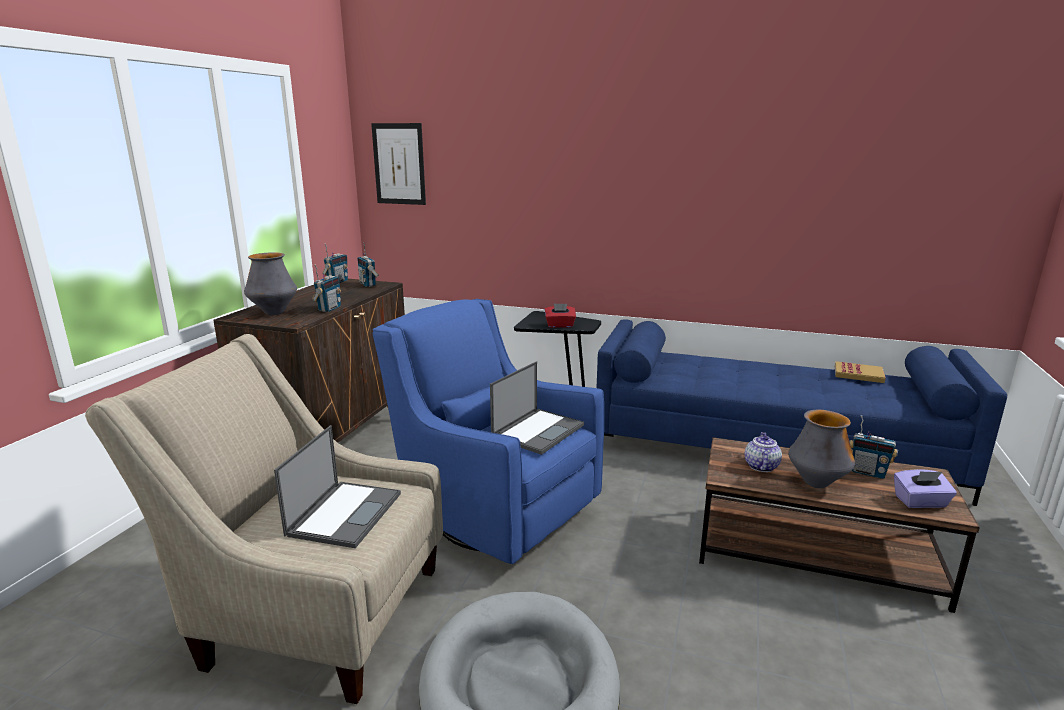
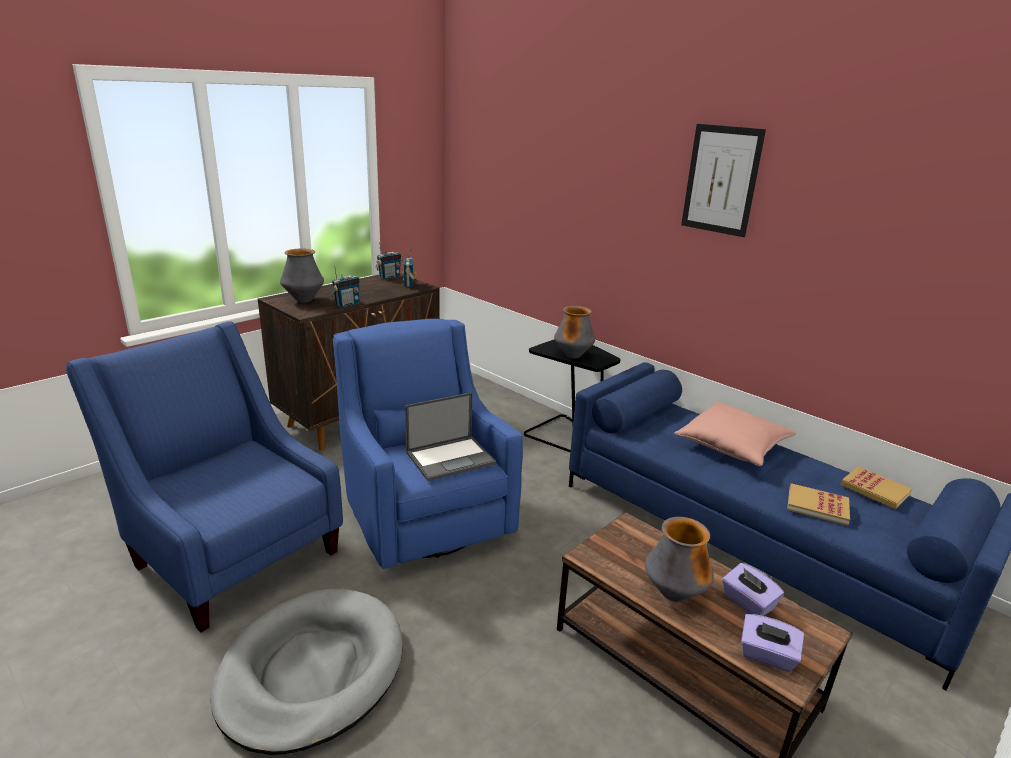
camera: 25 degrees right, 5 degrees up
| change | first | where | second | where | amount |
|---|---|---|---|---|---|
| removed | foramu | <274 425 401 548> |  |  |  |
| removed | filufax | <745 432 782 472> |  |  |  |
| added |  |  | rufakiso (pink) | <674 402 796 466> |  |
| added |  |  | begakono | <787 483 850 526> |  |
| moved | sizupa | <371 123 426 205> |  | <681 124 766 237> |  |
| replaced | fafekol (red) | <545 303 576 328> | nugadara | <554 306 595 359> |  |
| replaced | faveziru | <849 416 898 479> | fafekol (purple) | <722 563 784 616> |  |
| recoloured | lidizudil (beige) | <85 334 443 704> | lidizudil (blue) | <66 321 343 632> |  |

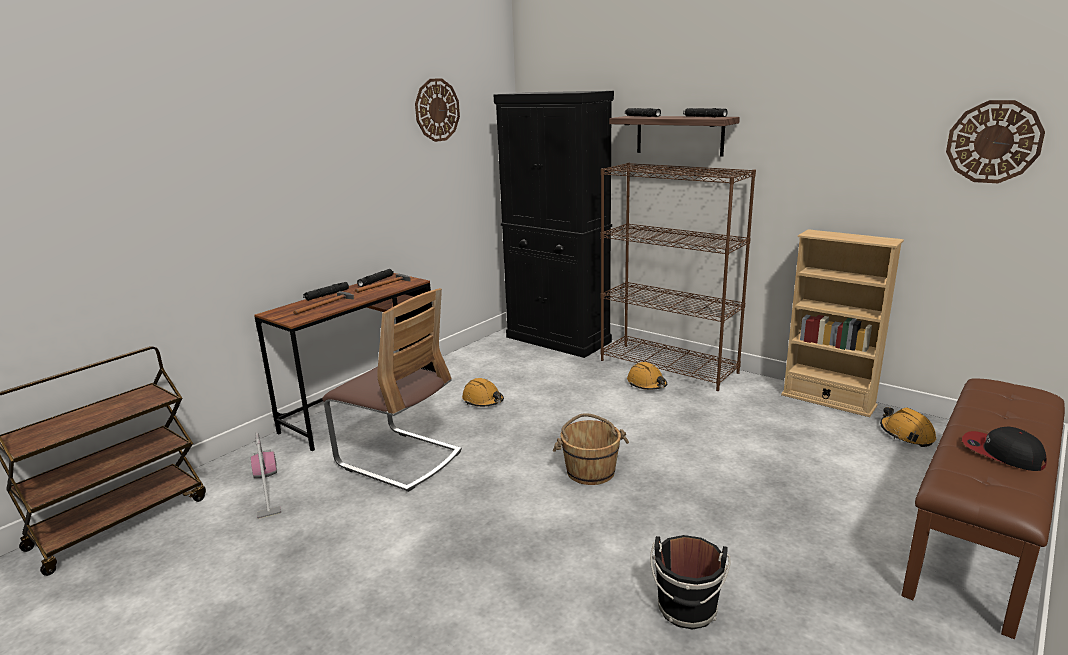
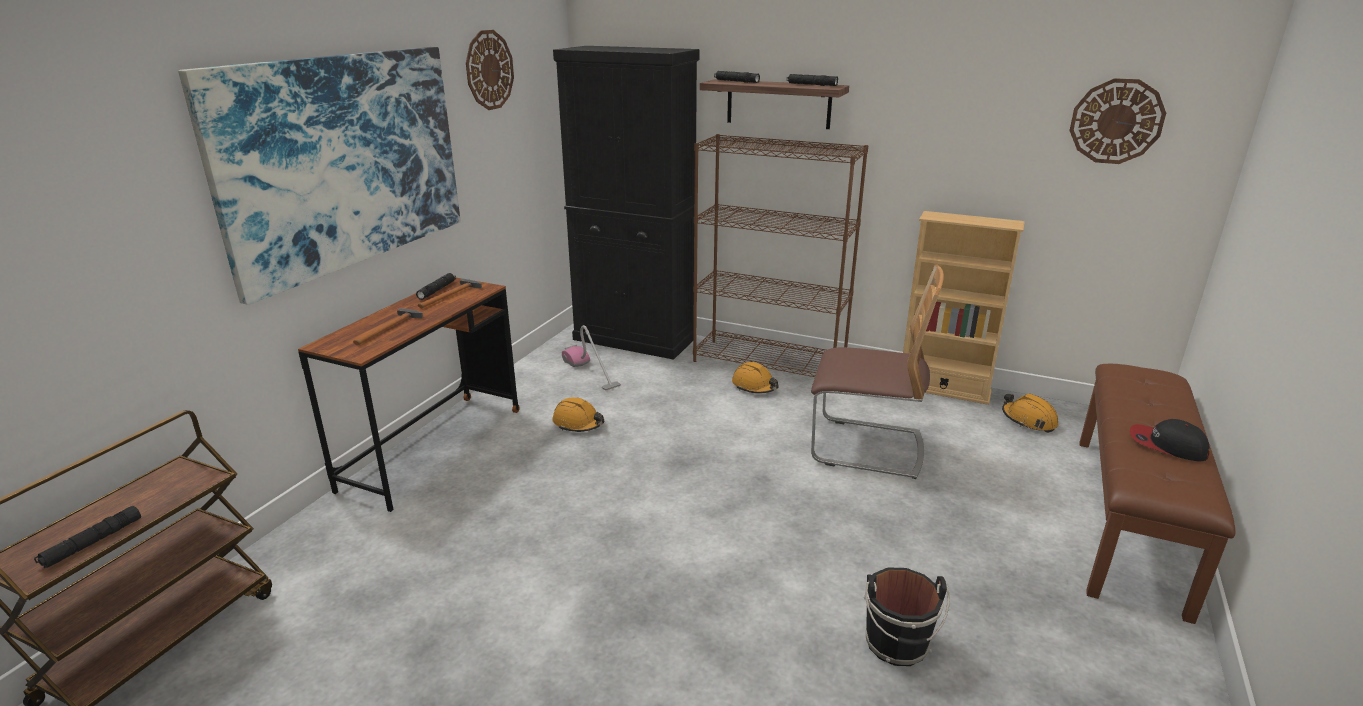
camera: 15 degrees left, 5 degrees up
| change | first | where | second | where | amount |
|---|---|---|---|---|---|
| removed | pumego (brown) | <553 413 629 485> |  |  |  |
| added |  |  | sizupa | <178 47 461 305> |  |
| moved | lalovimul | <251 432 281 519> |  | <562 325 621 391> |  |
| moved | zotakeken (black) | <303 282 349 301> |  | <34 506 141 568> |  |
| moved | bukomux | <322 288 462 492> |  | <811 264 944 479> |  |

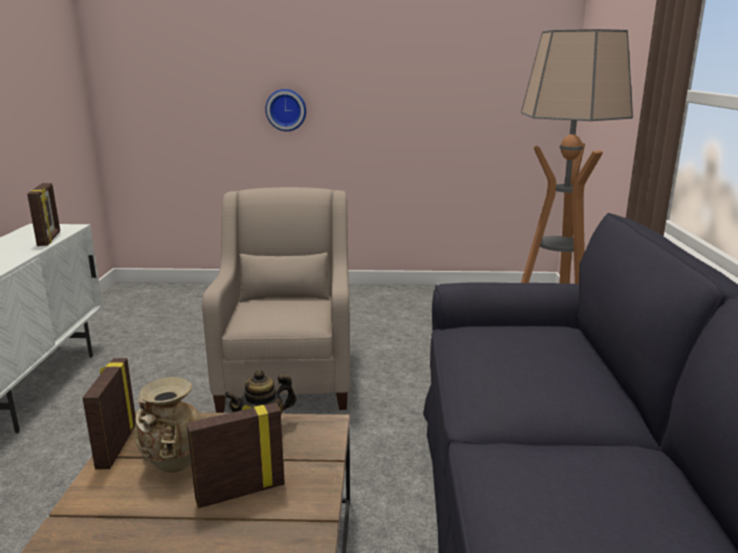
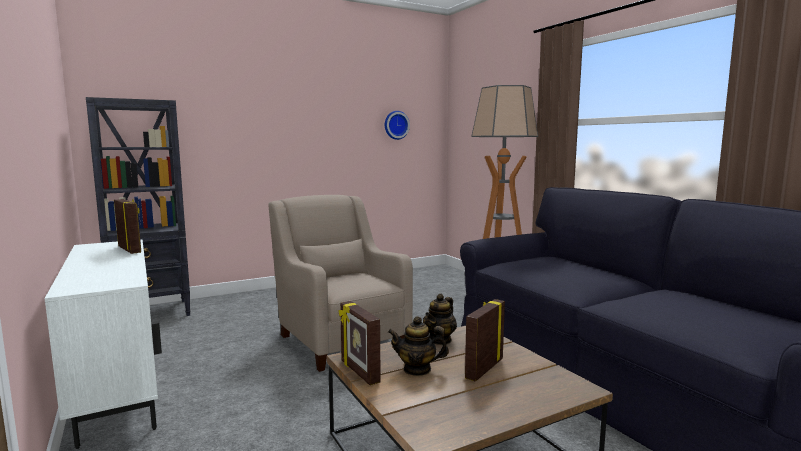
camera: 30 degrees left, 10 degrees down
| change | first | where | second | where | amount |
|---|---|---|---|---|---|
| added |  |  | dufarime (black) | <86 97 191 316> |  |
| moved | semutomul | <265 89 306 131> |  | <385 111 410 140> |  |
| replaced | nugadara (beige) | <134 377 201 473> | filufax | <388 316 449 376> |  |

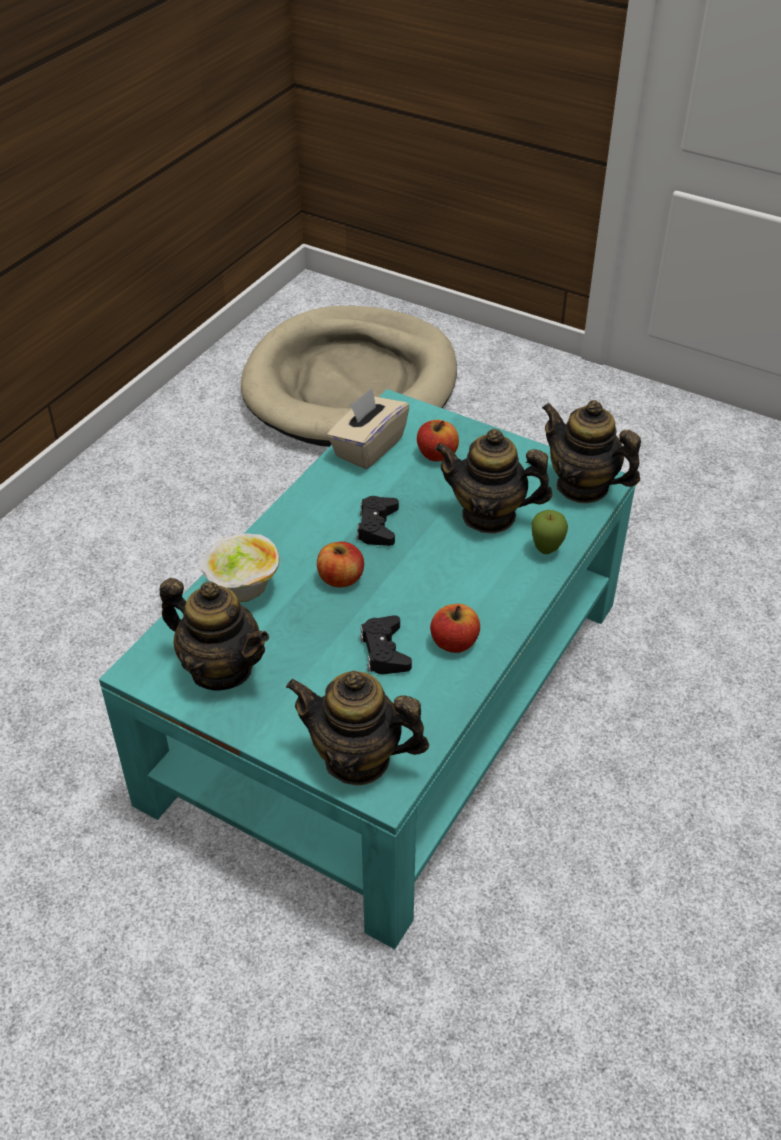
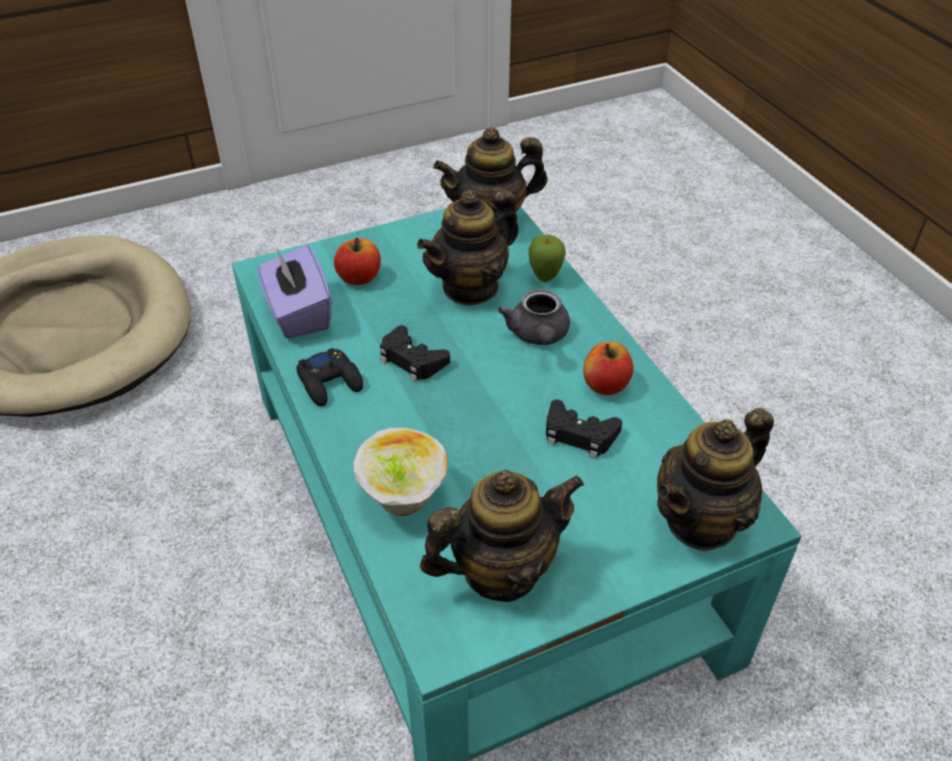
camera: 55 degrees left, 0 degrees up
| change | first | where | second | where | amount |
|---|---|---|---|---|---|
| removed | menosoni | <317 542 364 587> |  |  |  |
| added |  |  | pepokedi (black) | <296 348 363 407> |  |
| added |  |  | filufax (grey) | <498 289 570 345> |  |
| recoloured | fafekol (beige) | <327 388 409 469> | fafekol (purple) | <258 245 332 339> |  |

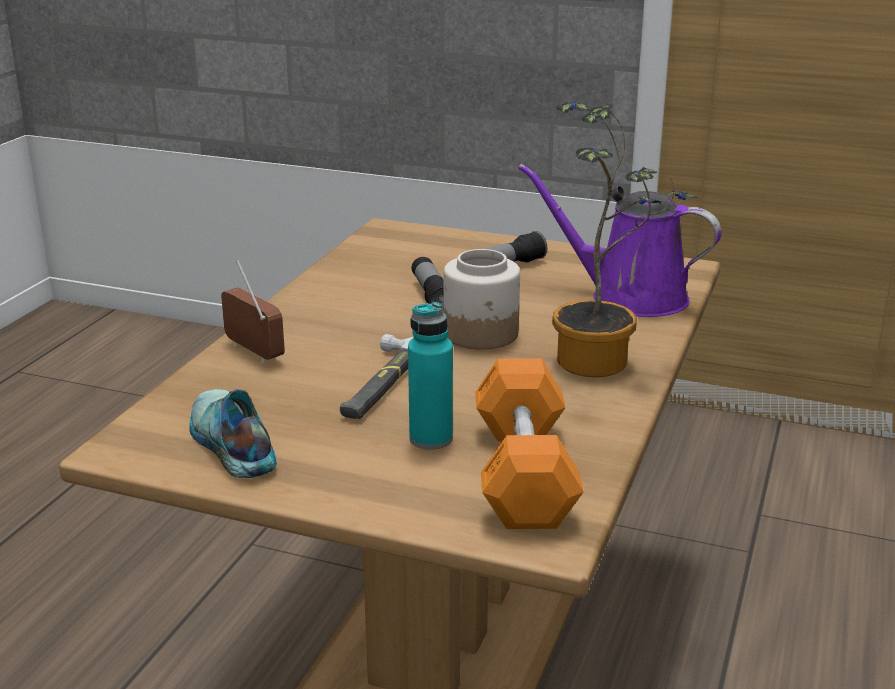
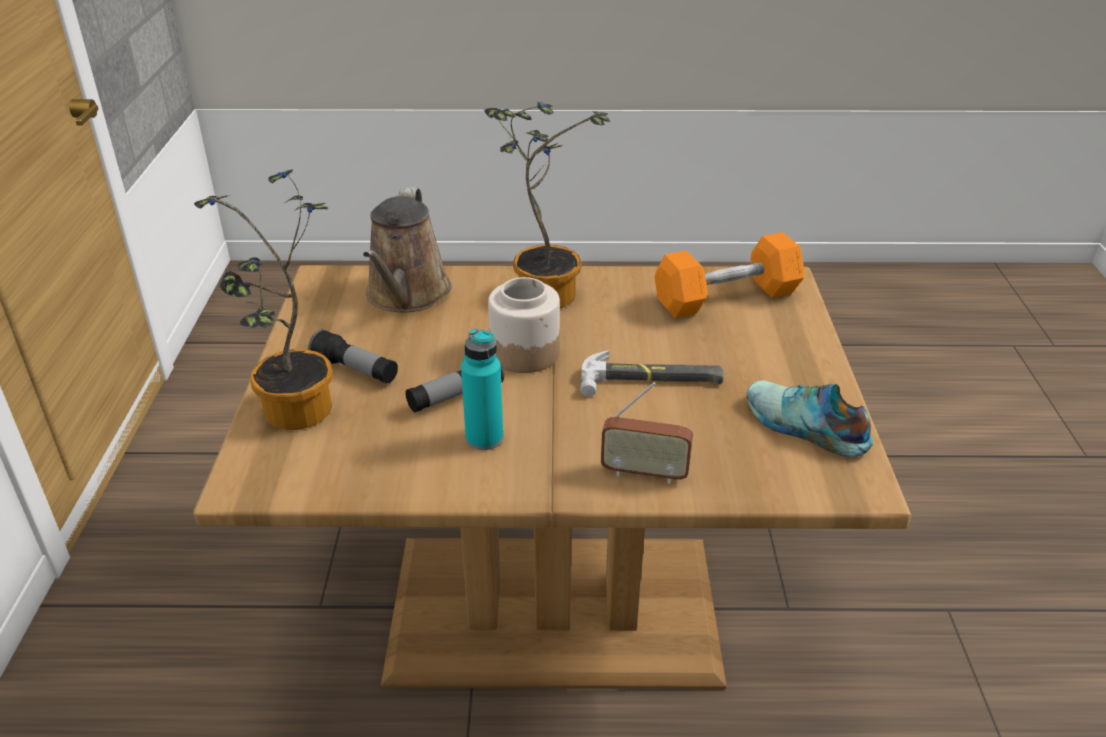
camera: 110 degrees left, 10 degrees up
| change | first | where | second | where | amount |
|---|---|---|---|---|---|
| added |  |  | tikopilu | <194 170 333 430> |  |
| moved | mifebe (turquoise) | <408 302 453 450> |  | <461 328 503 450> |  |
| recoloured | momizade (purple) | <518 164 721 317> | momizade (brown) | <363 187 452 312> |  |
| turned | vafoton | <189 389 277 478> |  | <746 380 873 458> | 90 degrees clockwise |
| turned | faveziru | <221 260 285 363> |  | <601 382 693 484> | 105 degrees counterclockwise |

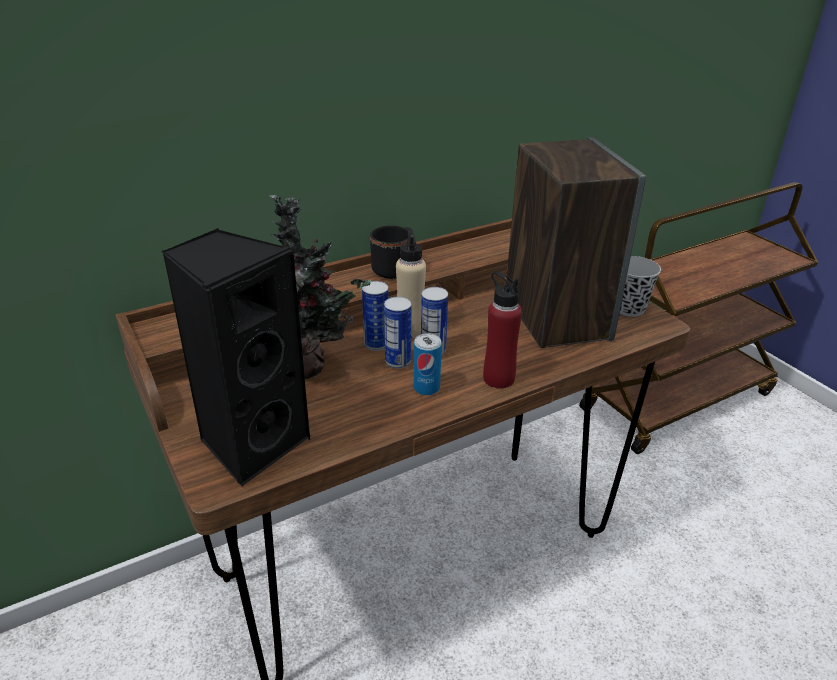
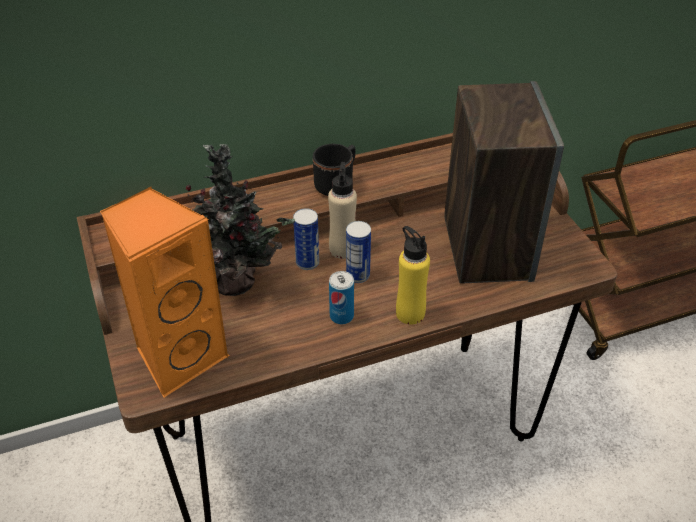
camera: 10 degrees right, 10 degrees up
| change | first | where | second | where | amount |
|---|---|---|---|---|---|
| removed | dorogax | <384 297 411 369> |  |  |  |
| removed | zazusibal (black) | <620 256 661 317> |  |  |  |
| recoloured | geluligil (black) | <161 228 311 487> | geluligil (orange) | <100 187 230 397> |  |
| recoloured | mifebe (red) | <483 272 522 389> | mifebe (yellow) | <396 226 430 324> |  |

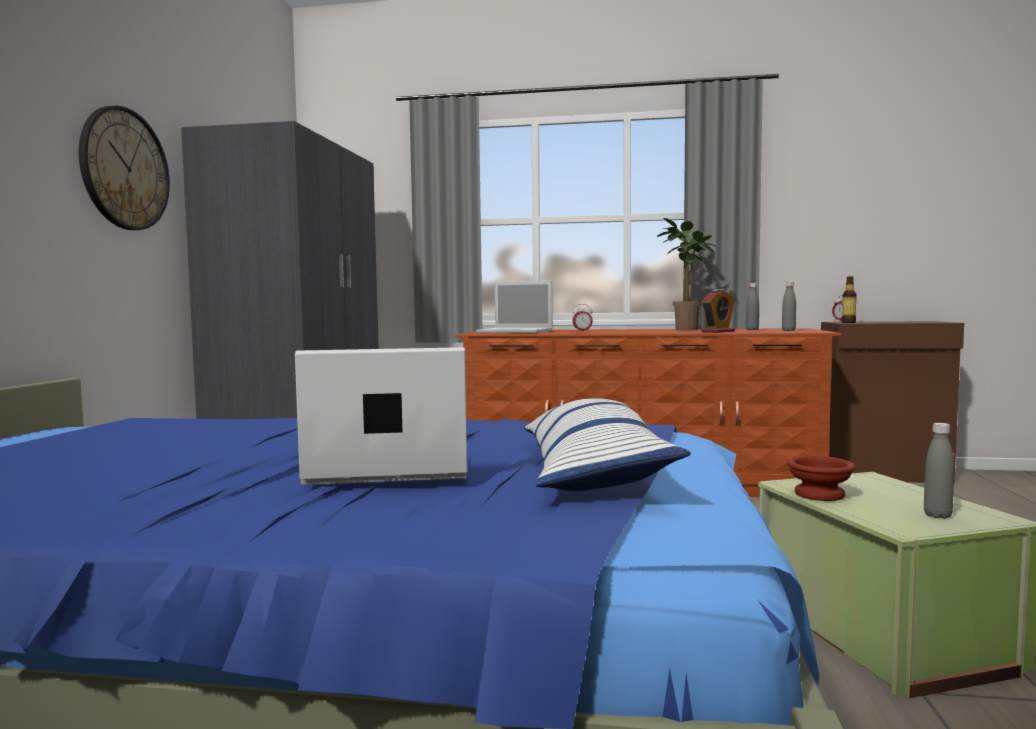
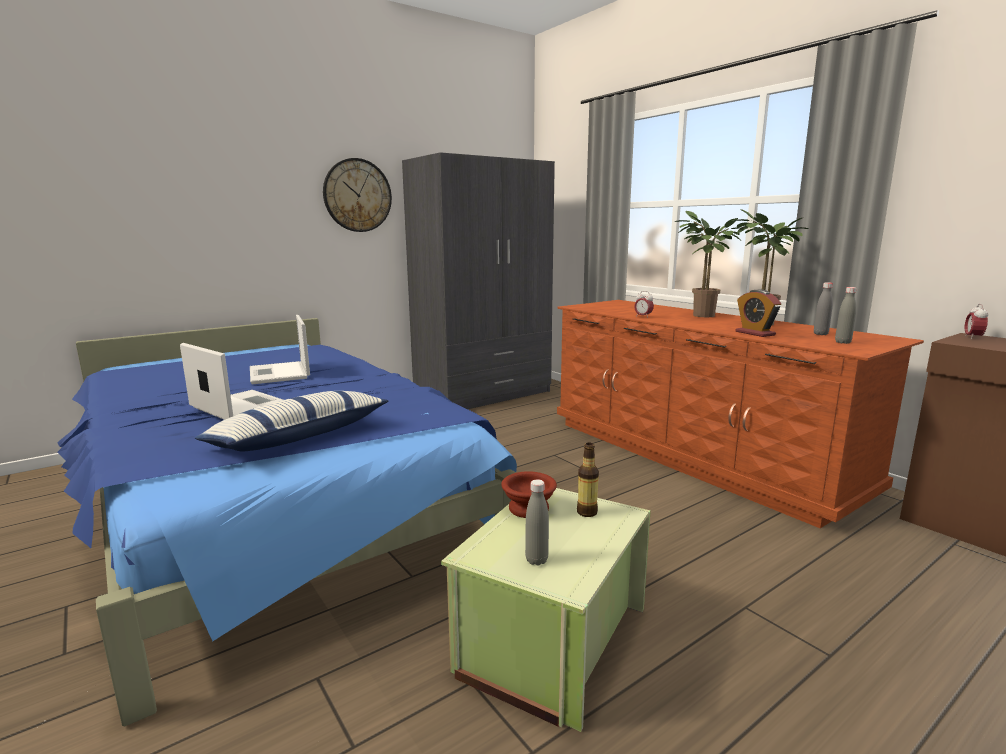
camera: 45 degrees right, 10 degrees up
| change | first | where | second | where | amount |
|---|---|---|---|---|---|
| added |  |  | tikopilu | <675 211 742 317> |  |
| moved | foramu | <476 281 553 333> |  | <250 315 310 384> |  |
| moved | mifebe | <842 276 857 323> |  | <577 443 599 517> |  |
| turned | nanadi | <702 289 735 333> |  | <735 289 781 337> | 60 degrees clockwise |

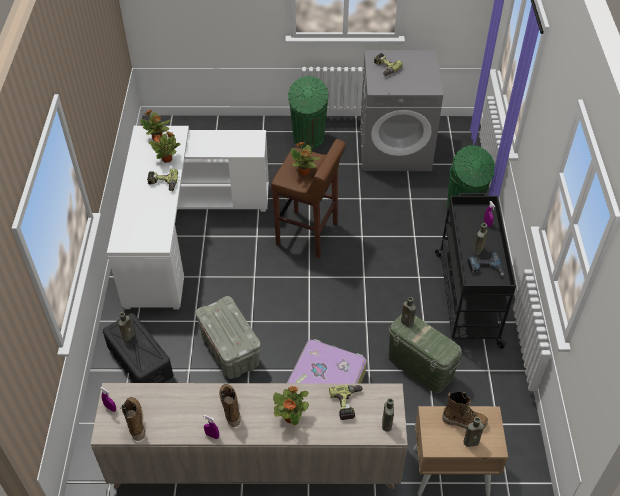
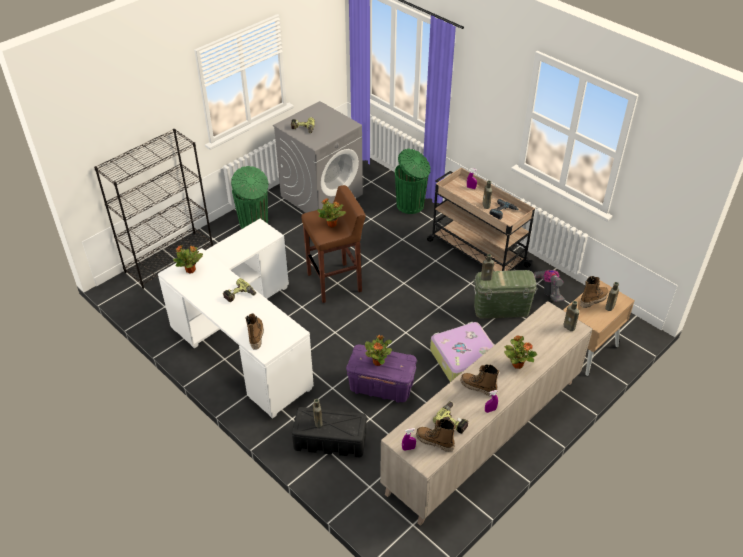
camera: 45 degrees left, 5 degrees down
| change | first | where | second | where | amount |
|---|---|---|---|---|---|
| added |  |  | dufarime (black) | <94 129 213 289> |  |
| added |  |  | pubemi | <245 313 264 349> |  |
| added |  |  | lalovimul | <534 270 565 302> |  |
| moved | tikopilu | <149 131 181 163> |  | <365 335 392 366> |  |
| moved | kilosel | <329 385 362 420> |  | <433 402 469 434> |  |
| recoloured | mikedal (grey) | <196 296 261 379> | mikedal (purple) | <346 345 417 403> |  |
| recoloured | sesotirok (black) | <435 193 516 349> | sesotirok (beige) | <427 167 535 271> |  |

